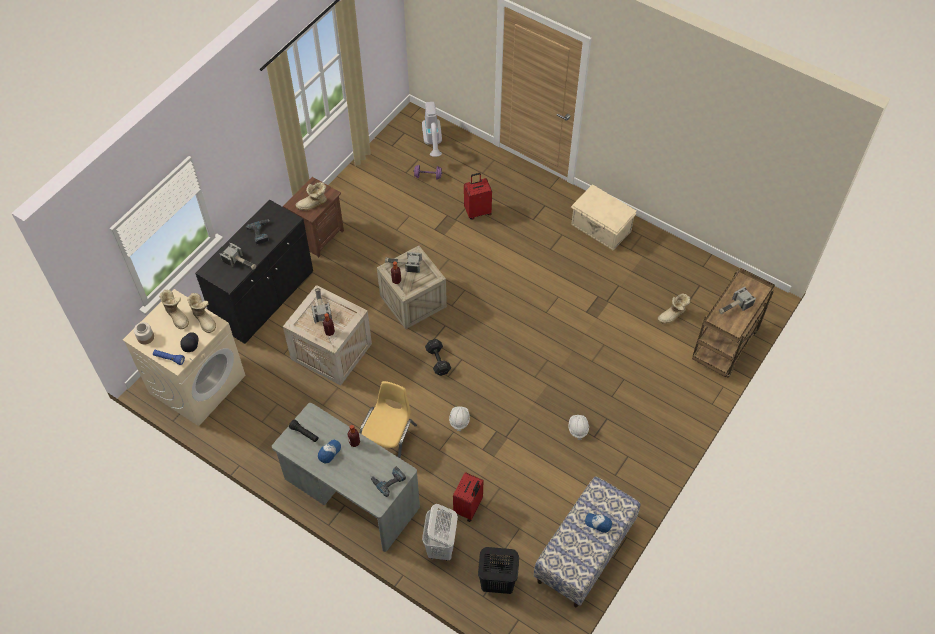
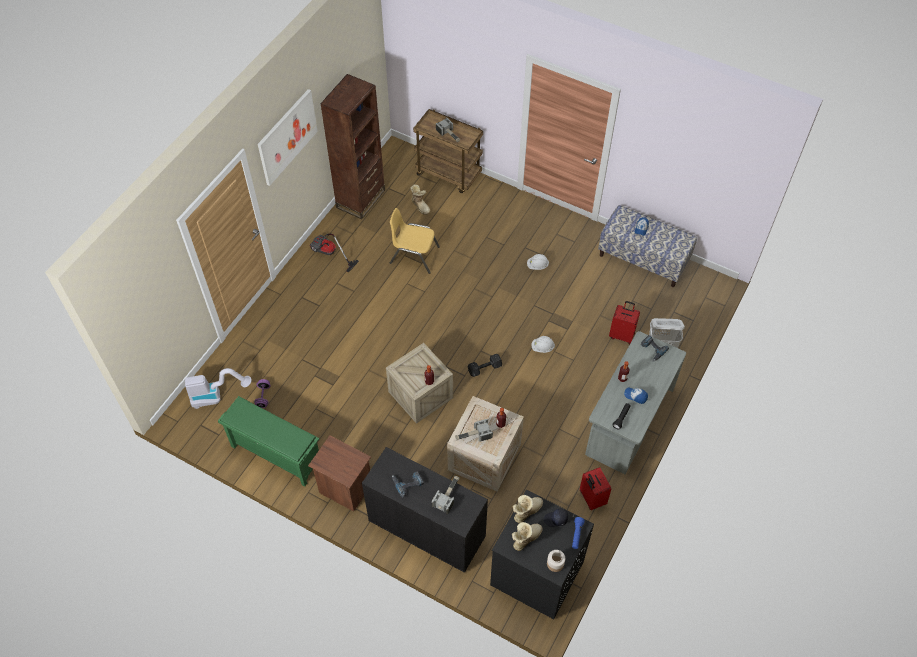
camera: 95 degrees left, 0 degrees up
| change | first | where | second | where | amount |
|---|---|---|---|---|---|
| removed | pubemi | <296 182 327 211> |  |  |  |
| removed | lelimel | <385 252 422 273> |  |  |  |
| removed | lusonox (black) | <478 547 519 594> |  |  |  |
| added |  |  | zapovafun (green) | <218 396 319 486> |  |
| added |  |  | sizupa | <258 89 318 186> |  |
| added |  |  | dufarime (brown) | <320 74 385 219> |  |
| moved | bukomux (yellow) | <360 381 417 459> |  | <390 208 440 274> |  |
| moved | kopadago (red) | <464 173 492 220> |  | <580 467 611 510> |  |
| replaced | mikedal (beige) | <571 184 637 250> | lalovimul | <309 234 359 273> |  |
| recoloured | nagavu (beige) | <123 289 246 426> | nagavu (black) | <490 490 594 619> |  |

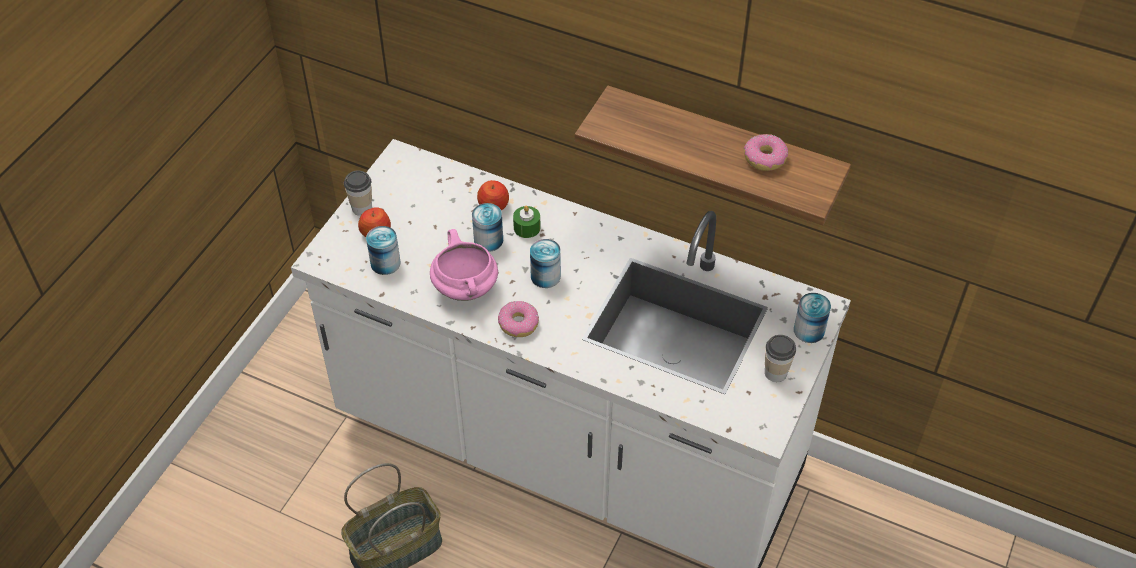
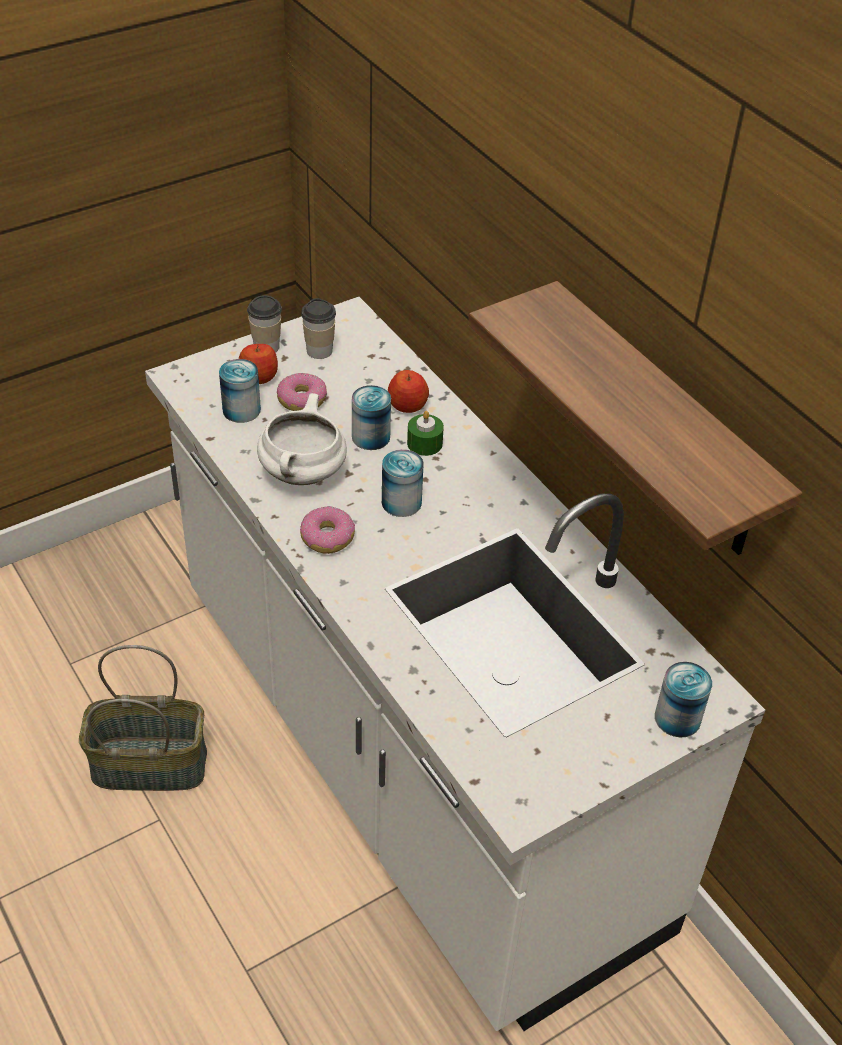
camera: 30 degrees right, 5 degrees down
| change | first | where | second | where | amount |
|---|---|---|---|---|---|
| moved | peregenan | <744 134 788 171> |  | <277 373 327 411> |  |
| moved | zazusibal | <765 335 796 382> |  | <301 298 336 359> |  |
| recoloured | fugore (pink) | <430 229 498 301> | fugore (white) | <257 393 347 485> |  |

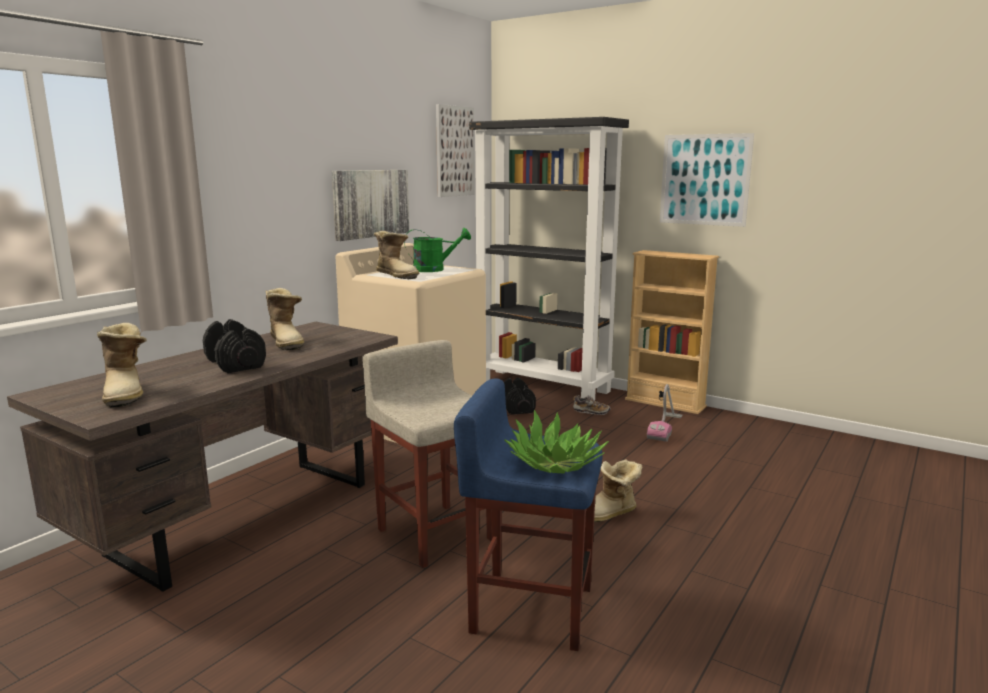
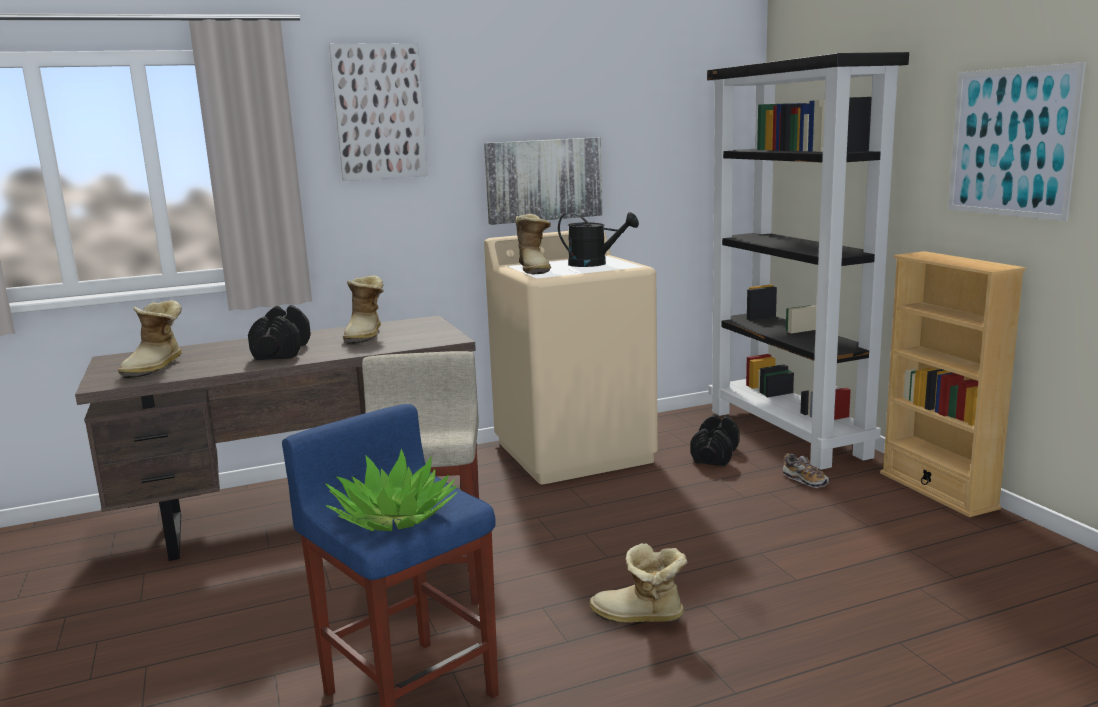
camera: 35 degrees right, 0 degrees up
| change | first | where | second | where | amount |
|---|---|---|---|---|---|
| removed | lalovimul | <647 384 683 442> |  |  |  |
| moved | sizupa | <436 104 475 197> |  | <329 43 428 181> |  |
| recoloured | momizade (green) | <404 228 471 272> | momizade (black) | <558 212 639 267> |  |

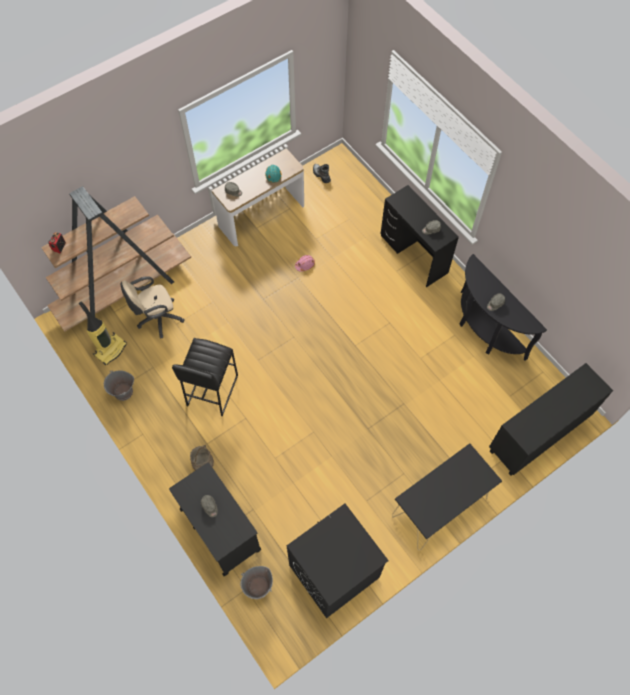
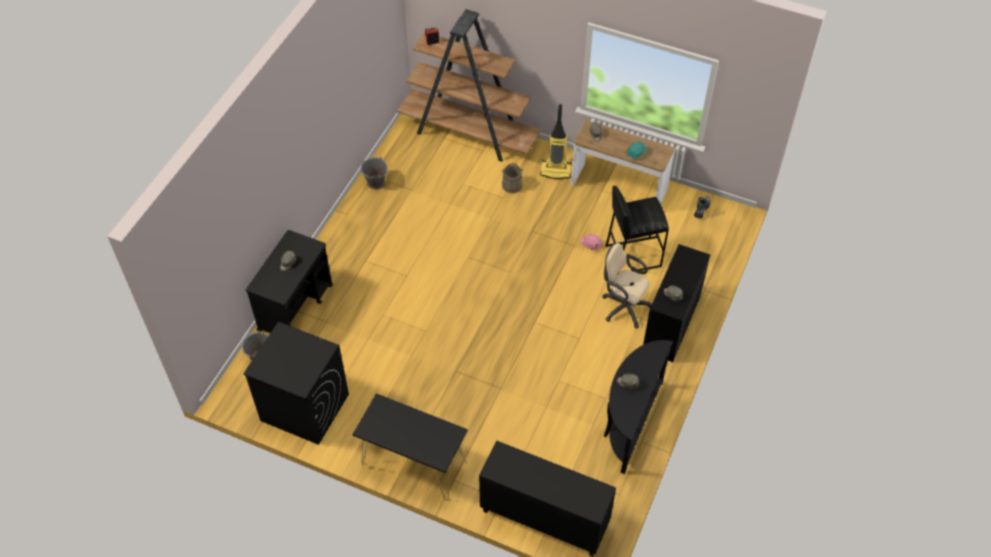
camera: 60 degrees right, 10 degrees down
| change | first | where | second | where | amount |
|---|---|---|---|---|---|
| moved | lalovimul | <79 301 127 365> |  | <540 104 571 179> |  |
| moved | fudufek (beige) | <121 276 185 338> |  | <603 243 652 329> |  |
| moved | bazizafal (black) | <172 338 238 416> |  | <606 186 669 271> |  |
| moved | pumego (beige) | <190 445 214 471> |  | <502 163 523 193> |  |

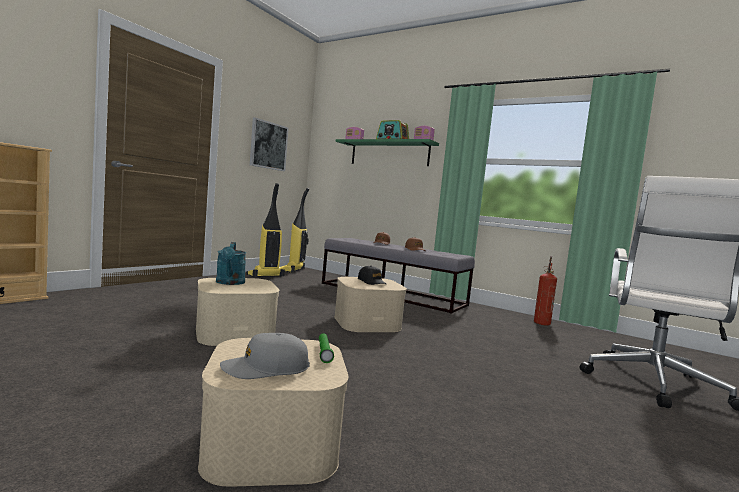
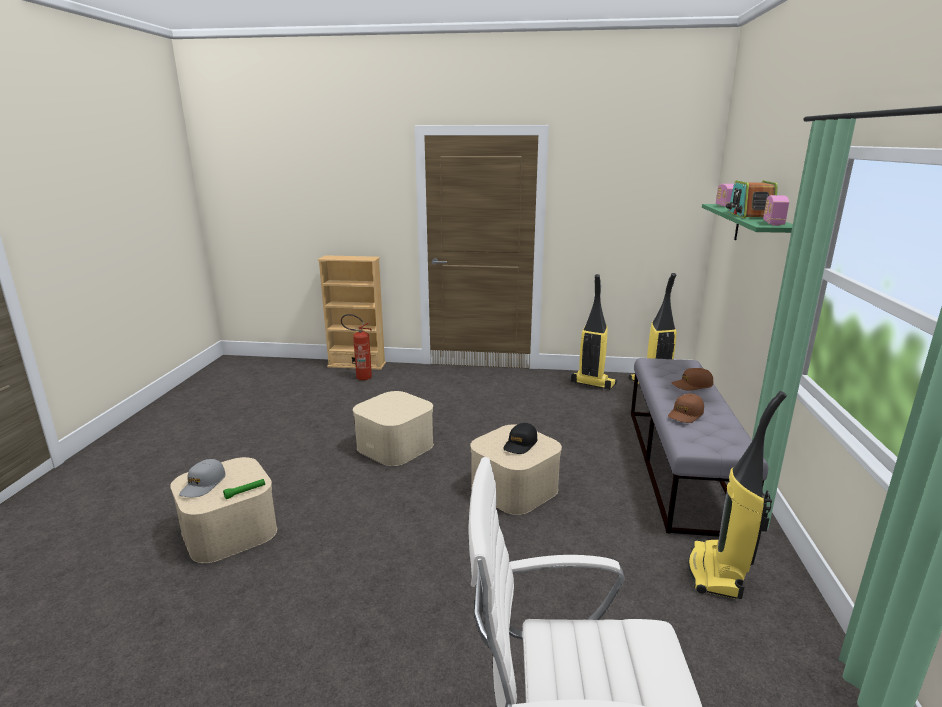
camera: 65 degrees right, 15 degrees up
| change | first | where | second | where | amount |
|---|---|---|---|---|---|
| removed | momizade (turquoise) | <216 242 246 285> |  |  |  |
| removed | sizupa | <250 118 289 171> |  |  |  |
| added |  |  | lalovimul | <688 391 787 599> |  |
| moved | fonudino | <534 256 557 326> |  | <341 314 372 380> |  |
| turned | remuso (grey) | <220 333 310 379> |  | <179 459 226 497> | 120 degrees counterclockwise |

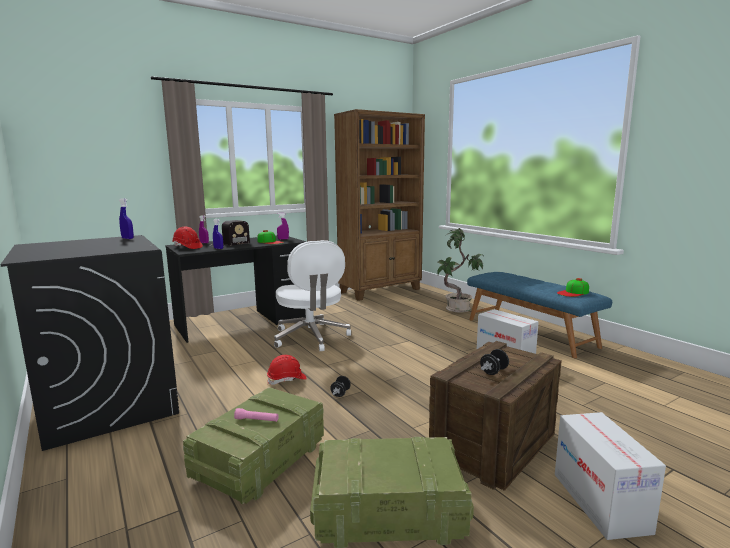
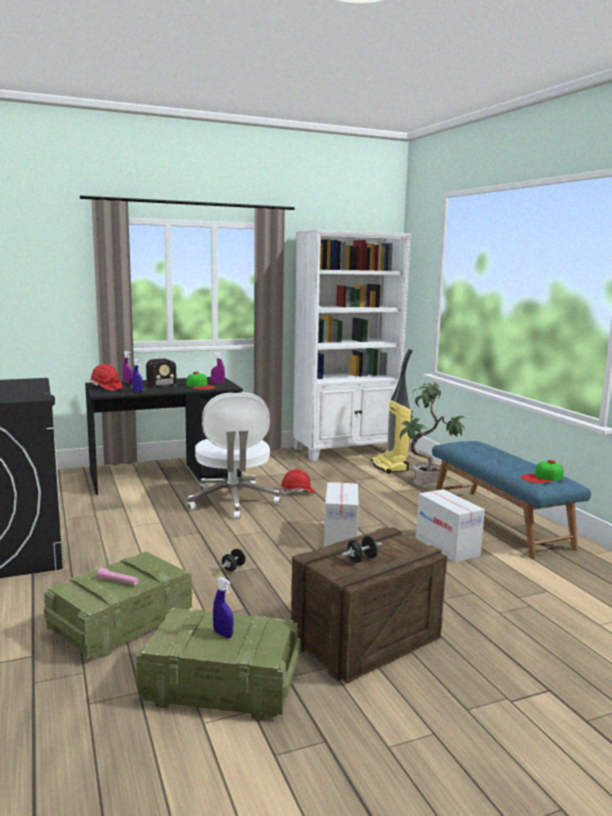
camera: 10 degrees right, 0 degrees up
| change | first | where | second | where | amount |
|---|---|---|---|---|---|
| added |  |  | lalovimul | <371 349 413 474> |  |
| moved | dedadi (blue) | <119 198 134 239> |  | <213 577 233 638> |  |
| moved | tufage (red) | <267 355 307 385> |  | <281 469 315 494> |  |
| moved | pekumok | <555 412 666 540> |  | <324 482 359 547> |  |
| recoloured | dufarime (brown) | <334 109 425 301> | dufarime (white) | <293 230 411 461> |  |

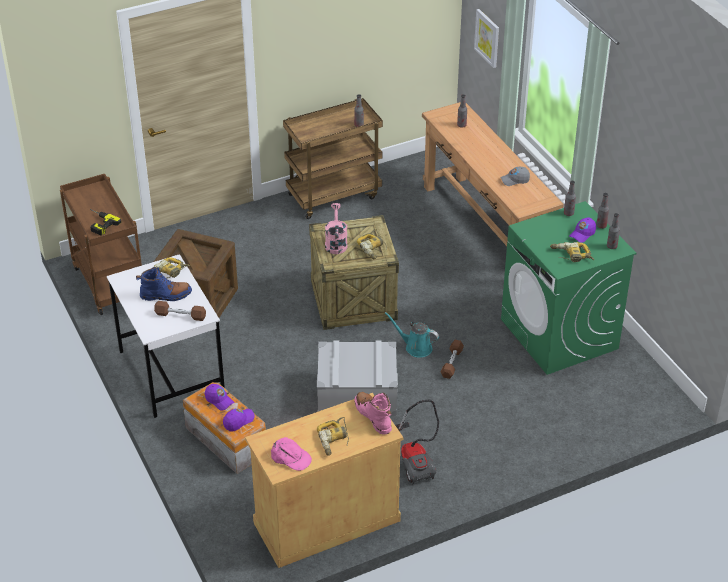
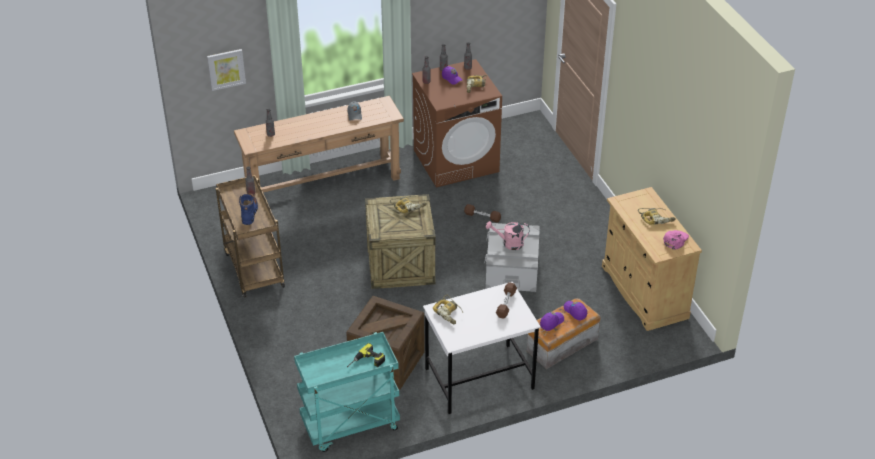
camera: 85 degrees left, 0 degrees up
| change | first | where | second | where | amount |
|---|---|---|---|---|---|
| removed | pubemi (pink) | <354 392 392 434> |  |  |  |
| removed | momizade (turquoise) | <385 312 439 358> |  |  |  |
| removed | lalovimul | <395 400 439 484> |  |  |  |
| moved | pubemi (blue) | <136 267 192 301> |  | <239 193 258 225> |  |
| moved | momizade (pink) | <325 203 347 254> |  | <486 221 529 250> |  |
| recoloured | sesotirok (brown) | <60 174 142 315> | sesotirok (turquoise) | <294 332 400 452> |  |
| recoloured | nagavu (green) | <501 201 637 375> | nagavu (brown) | <412 59 502 187> |  |

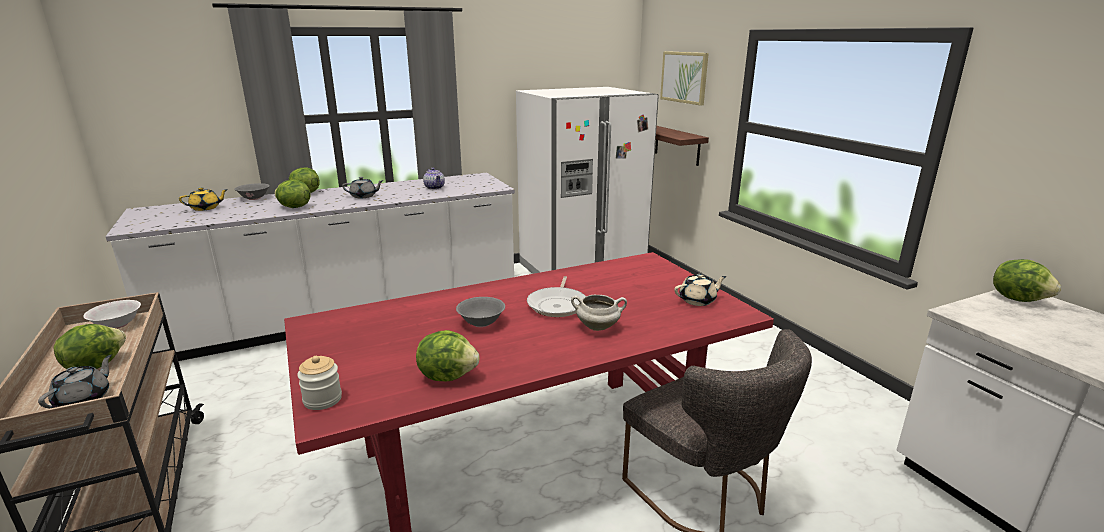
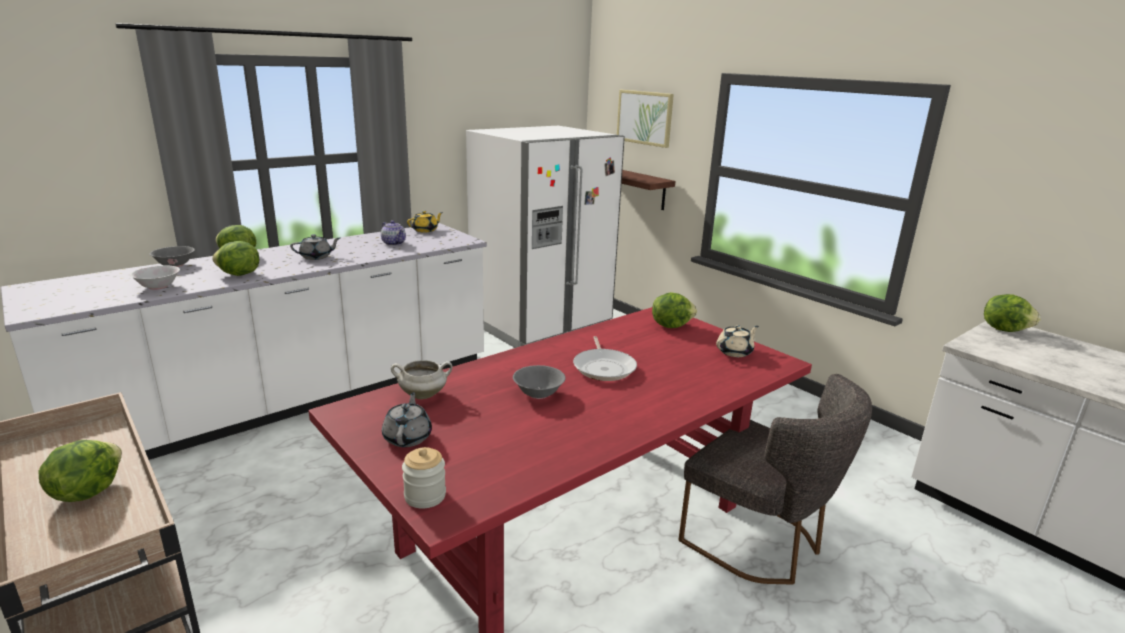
camera: 15 degrees left, 0 degrees up
| change | first | where | second | where | amount |
|---|---|---|---|---|---|
| moved | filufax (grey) | <38 355 112 408> |  | <382 392 432 447> |  |
| moved | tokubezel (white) | <83 300 141 329> |  | <130 265 180 290> |  |
| moved | filufax (yellow) | <179 187 228 211> |  | <407 211 443 232> |  |
| moved | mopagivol | <416 330 479 381> |  | <652 292 697 328> |  |
| moved | fugore (white) | <571 295 627 331> |  | <391 360 452 399> |  |

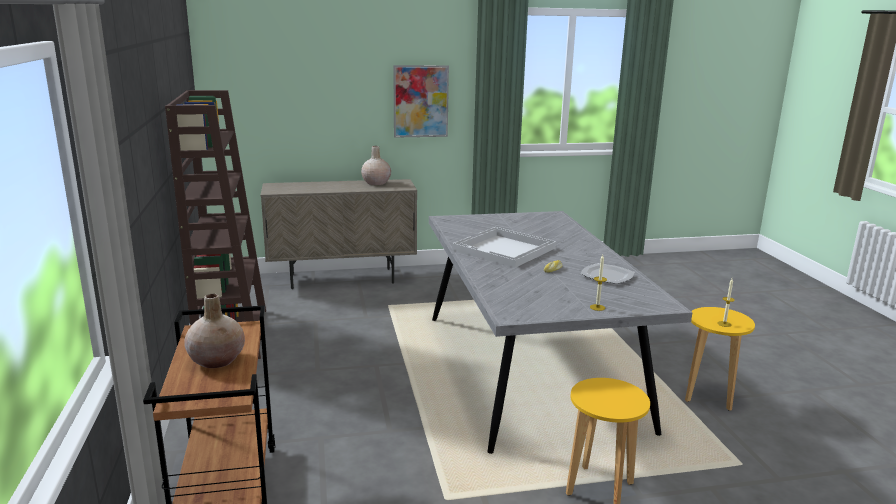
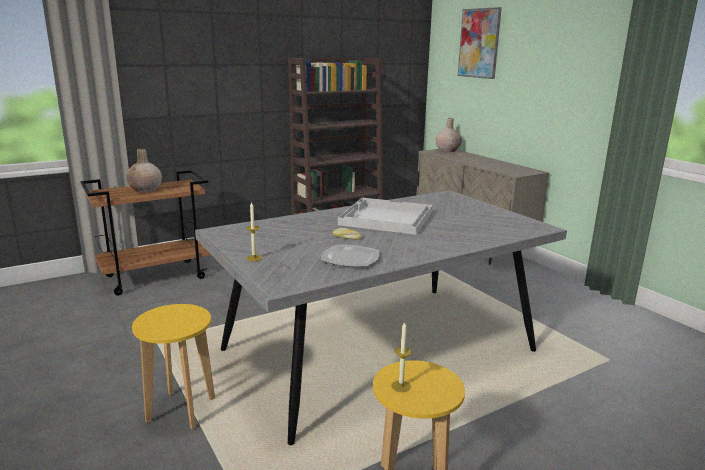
camera: 70 degrees right, 0 degrees up
| change | first | where | second | where | amount |
|---|---|---|---|---|---|
| moved | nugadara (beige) | <361 146 391 185> |  | <435 118 462 152> |  |
| moved | sizupa | <393 65 449 138> |  | <458 7 502 79> |  |

